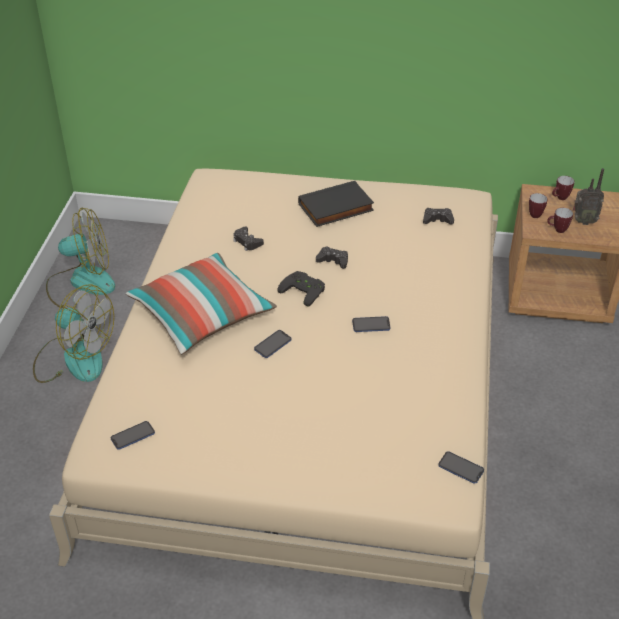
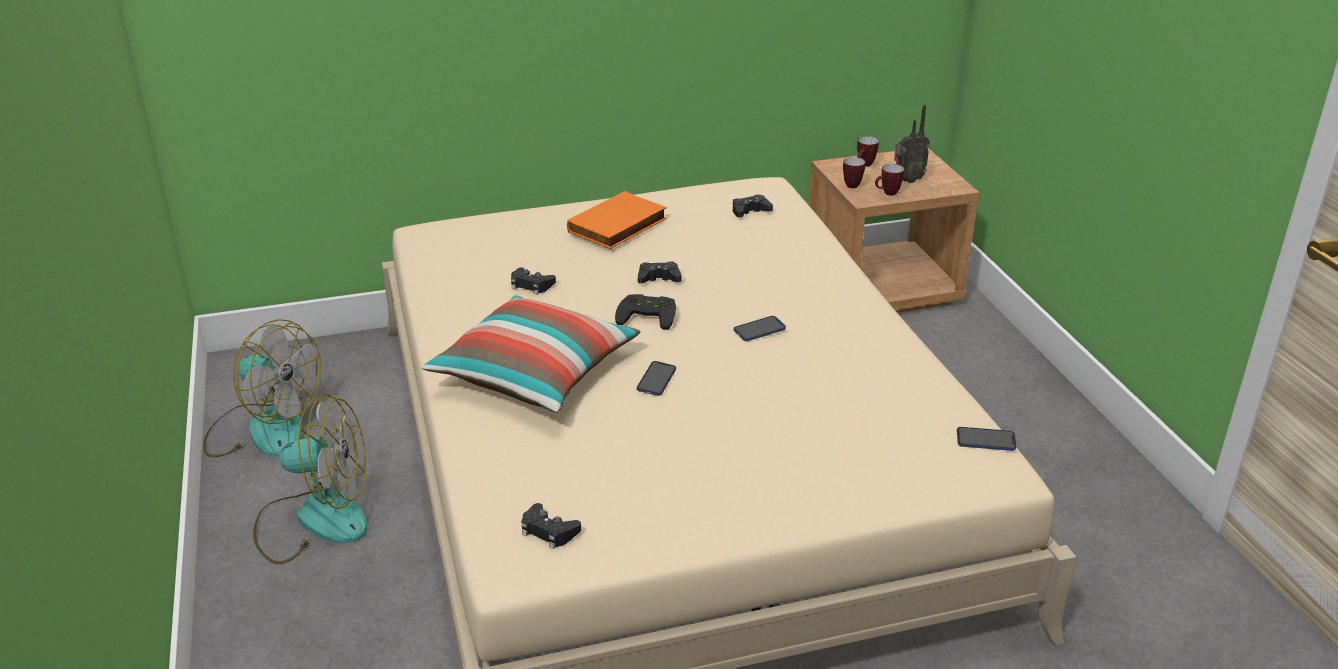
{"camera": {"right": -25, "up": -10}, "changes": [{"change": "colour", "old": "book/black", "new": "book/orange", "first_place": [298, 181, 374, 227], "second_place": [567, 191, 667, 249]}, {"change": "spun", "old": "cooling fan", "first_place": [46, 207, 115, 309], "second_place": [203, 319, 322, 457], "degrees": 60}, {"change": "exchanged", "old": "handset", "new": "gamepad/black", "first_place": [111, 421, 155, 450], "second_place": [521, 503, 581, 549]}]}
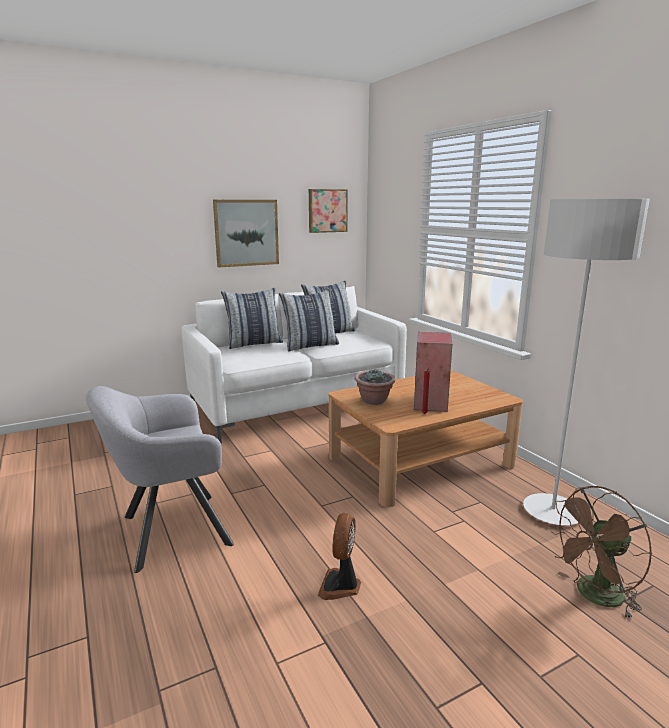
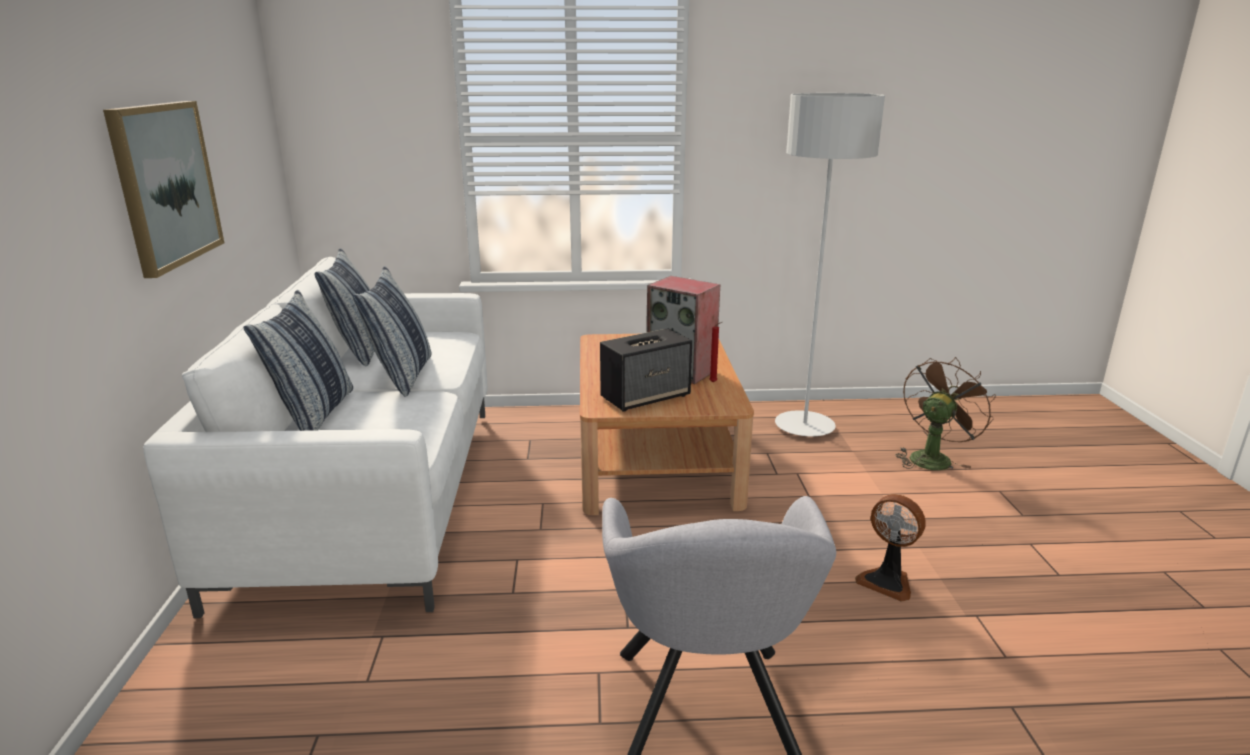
{"camera": {"right": -65, "up": 5}, "changes": [{"change": "missing", "old": "wall picture", "first_place": [309, 189, 348, 233]}, {"change": "exchanged", "old": "houseplant", "new": "speaker", "first_place": [355, 370, 396, 405], "second_place": [600, 328, 692, 412]}, {"change": "spun", "old": "cooling fan/brownish", "first_place": [548, 486, 652, 619], "second_place": [895, 357, 996, 470], "degrees": -135}]}
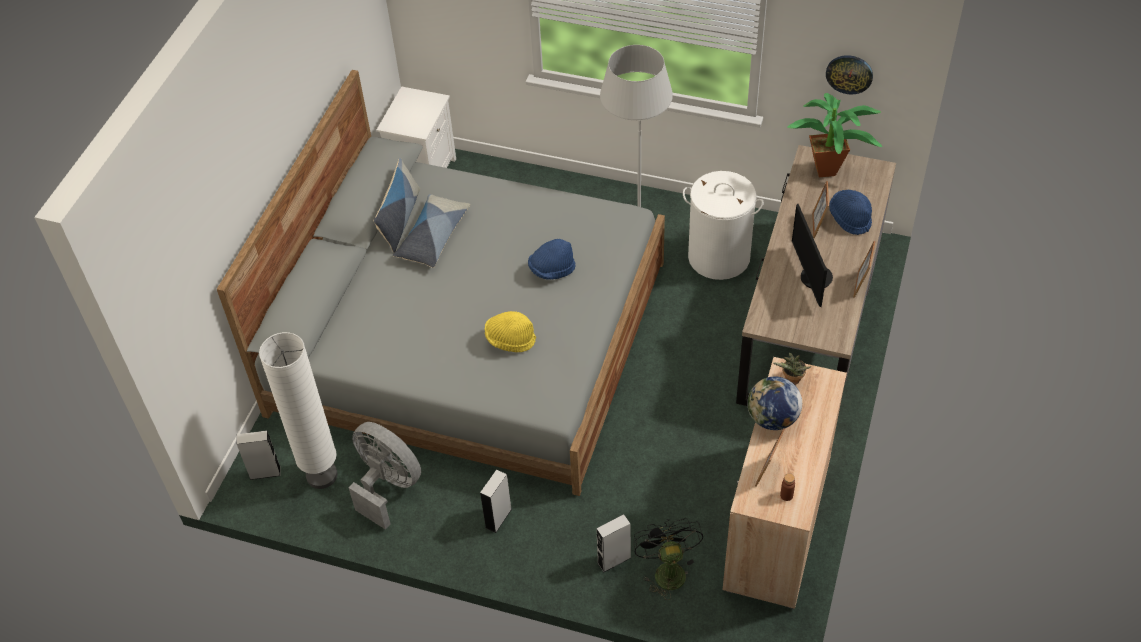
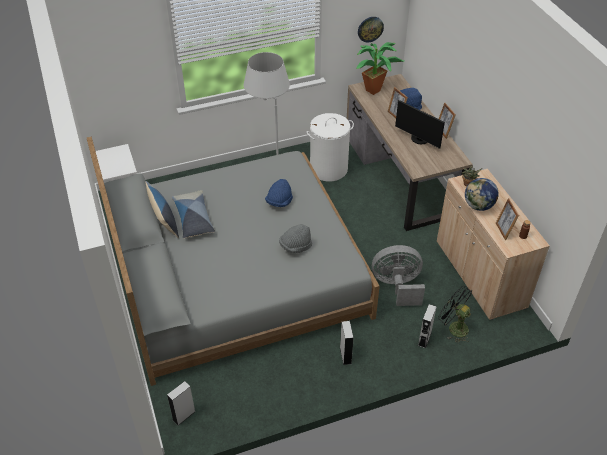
{"camera": {"right": -40, "up": -5}, "changes": [{"change": "colour", "old": "hat/yellowish", "new": "hat/gray", "first_place": [485, 311, 536, 352], "second_place": [279, 224, 312, 253]}, {"change": "missing", "old": "standing lamp/whitish", "first_place": [259, 332, 338, 489]}, {"change": "relocated", "old": "cooling fan/gray", "first_place": [349, 422, 421, 530], "second_place": [372, 245, 425, 306]}]}
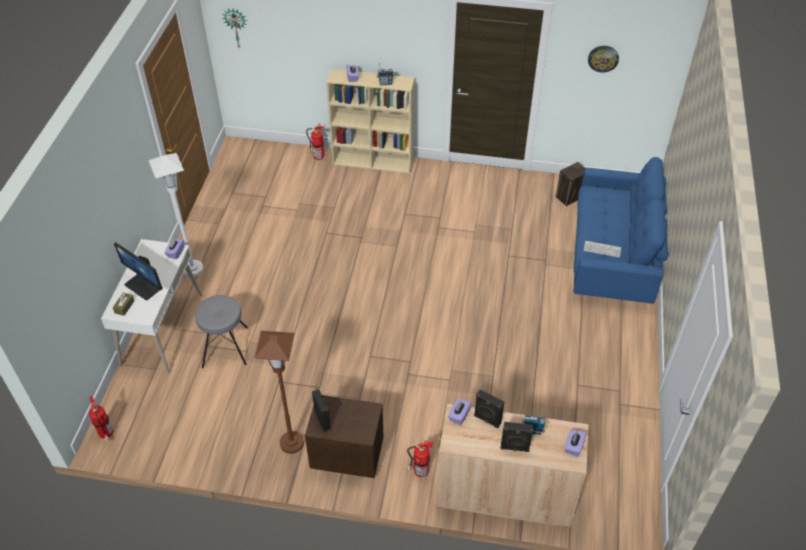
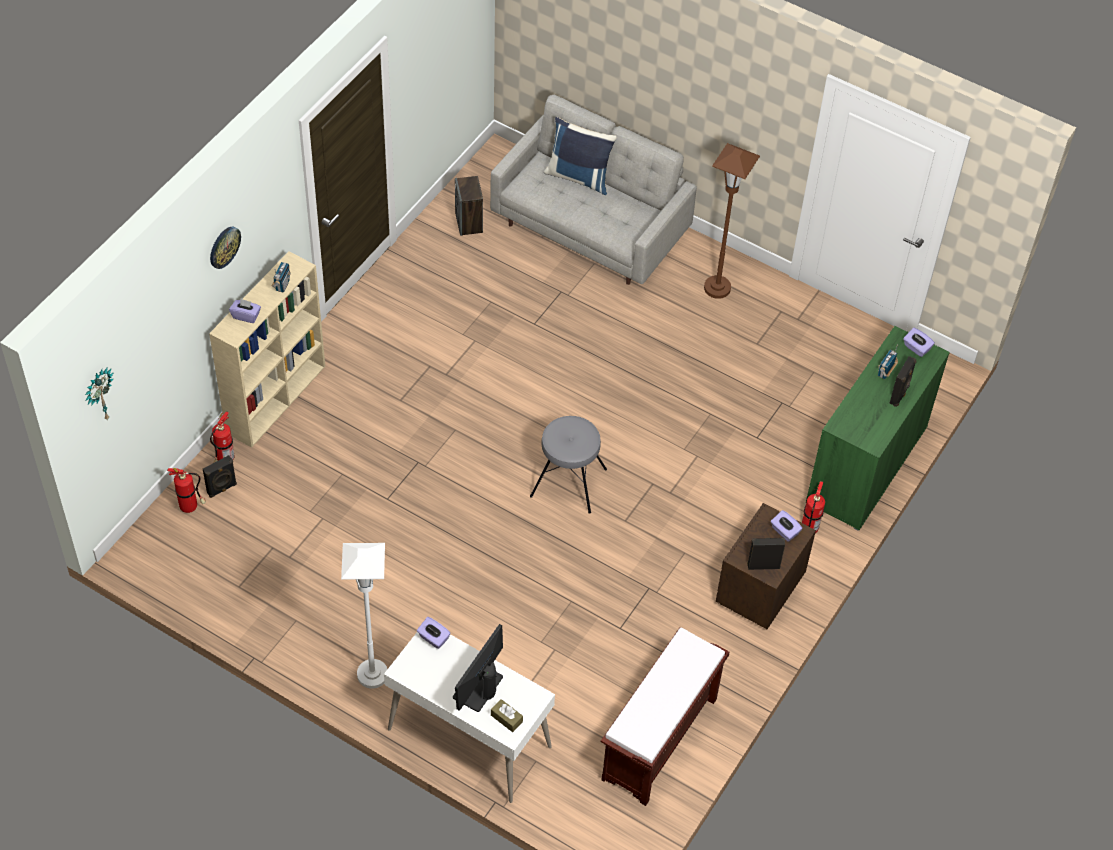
{"camera": {"right": -70, "up": 5}, "changes": [{"change": "relocated", "old": "hanging clock", "first_place": [588, 46, 619, 73], "second_place": [210, 226, 241, 269]}, {"change": "colour", "old": "settee/blue", "new": "settee/gray", "first_place": [573, 157, 668, 304], "second_place": [490, 95, 697, 285]}, {"change": "missing", "old": "PC keyboard", "first_place": [584, 241, 621, 257]}, {"change": "spun", "old": "computer display", "first_place": [114, 242, 163, 300], "second_place": [453, 624, 503, 712], "degrees": 150}, {"change": "relocated", "old": "stool/gray", "first_place": [195, 295, 248, 368], "second_place": [530, 416, 607, 514]}, {"change": "relocated", "old": "standing lamp/brownish", "first_place": [255, 331, 304, 454], "second_place": [704, 143, 760, 299]}, {"change": "relocated", "old": "speaker/black", "first_place": [474, 389, 504, 428], "second_place": [203, 455, 237, 498]}, {"change": "relocated", "old": "fire extinguisher", "first_place": [89, 396, 113, 441], "second_place": [167, 468, 206, 513]}, {"change": "relocated", "old": "tissue box/purplish", "first_place": [448, 399, 472, 425], "second_place": [771, 510, 802, 542]}, {"change": "colour", "old": "cupboard/beige", "new": "cupboard/green-coloured", "first_place": [436, 404, 588, 528], "second_place": [806, 326, 950, 531]}, {"change": "appeared", "new": "cushion/blue", "second_place": [544, 117, 617, 195]}, {"change": "appeared", "new": "long seat/brownish", "second_place": [601, 627, 729, 806]}]}
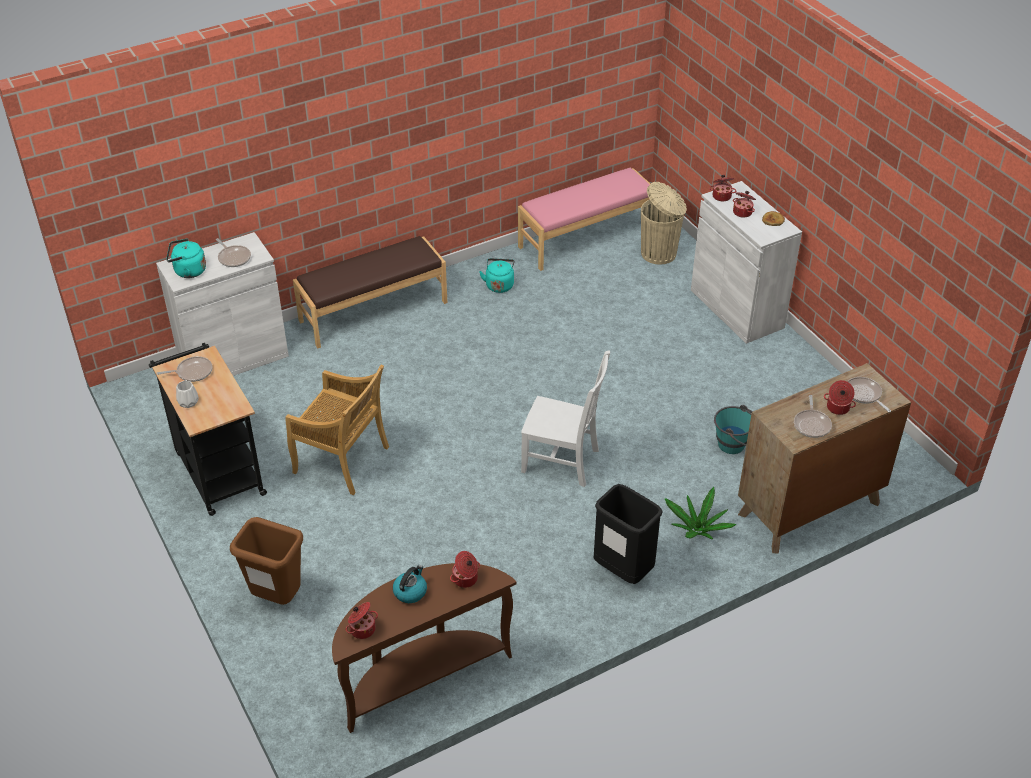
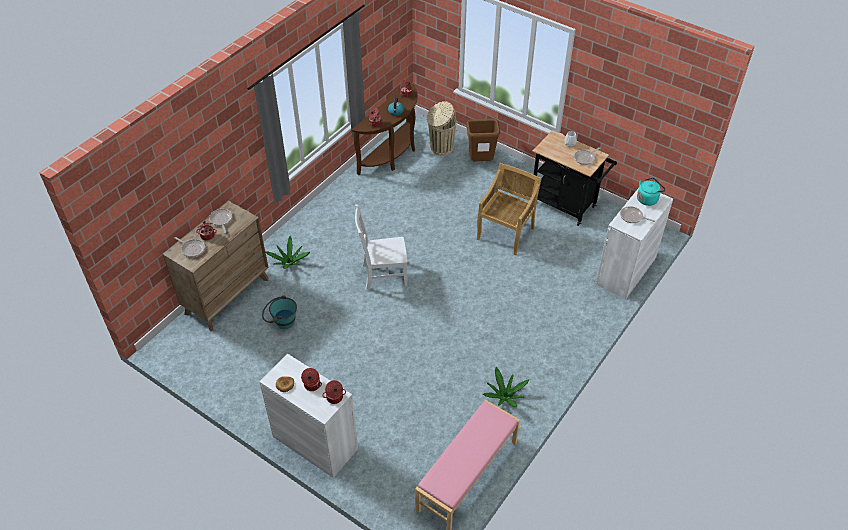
{"camera": {"right": 155, "up": 5}, "changes": [{"change": "relocated", "old": "rubbish bin/beige", "first_place": [641, 182, 687, 265], "second_place": [427, 101, 457, 156]}, {"change": "missing", "old": "long seat/brownish", "first_place": [293, 236, 447, 348]}, {"change": "exchanged", "old": "kettle/turquoise-coloured", "new": "houseplant", "first_place": [479, 258, 515, 293], "second_place": [483, 367, 530, 407]}, {"change": "spun", "old": "upright chair/beige", "first_place": [285, 365, 389, 495], "second_place": [477, 163, 542, 255], "degrees": 120}, {"change": "missing", "old": "rubbish bin/black", "first_place": [594, 484, 663, 584]}]}
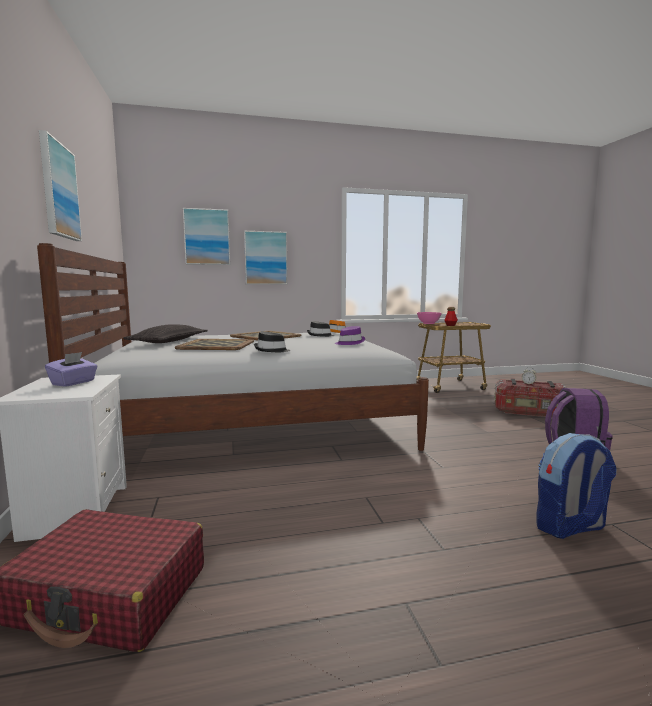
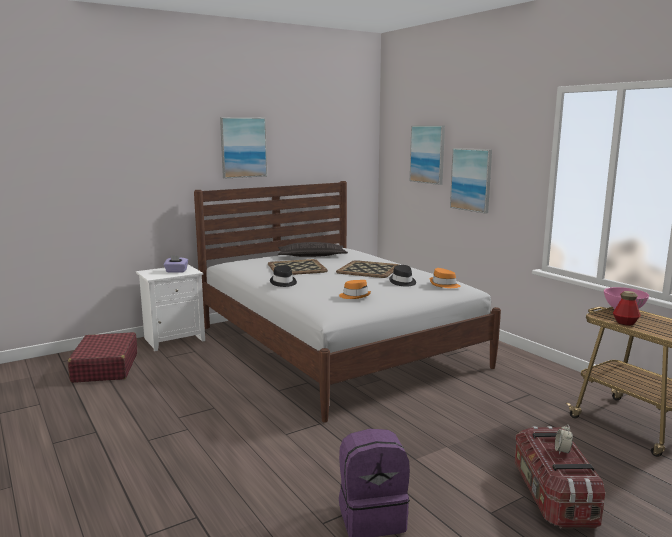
{"camera": {"right": 70, "up": 5}, "changes": [{"change": "colour", "old": "hat/purplish", "new": "hat/orange", "first_place": [335, 326, 365, 345], "second_place": [339, 280, 371, 299]}, {"change": "missing", "old": "knapsack", "first_place": [536, 433, 616, 539]}]}
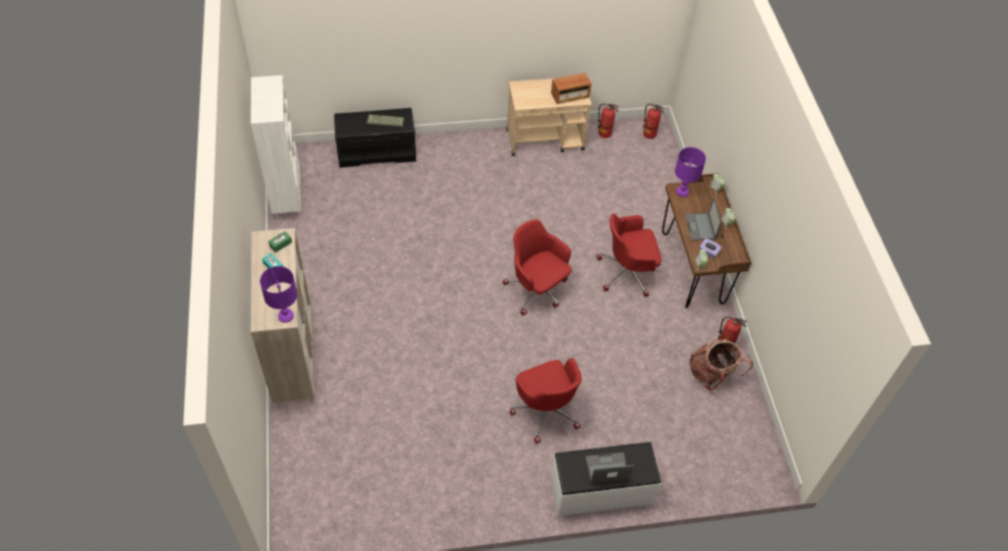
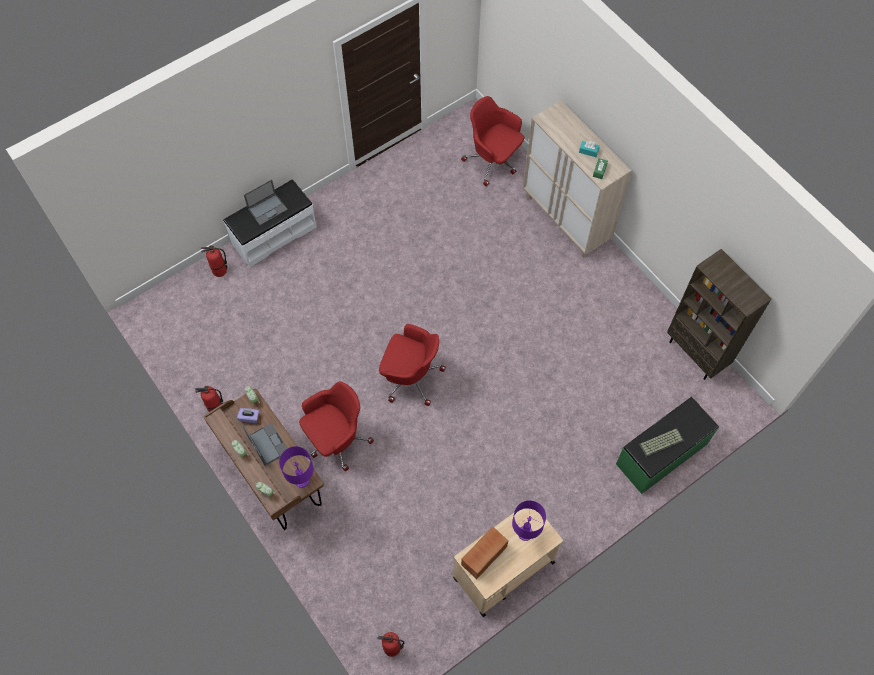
{"camera": {"right": 155, "up": 10}, "changes": [{"change": "colour", "old": "shelving unit/whitish", "new": "shelving unit/brownish", "first_place": [251, 75, 301, 219], "second_place": [667, 249, 771, 380]}, {"change": "relocated", "old": "fire extinguisher", "first_place": [598, 104, 619, 138], "second_place": [201, 245, 227, 277]}, {"change": "colour", "old": "long seat/black", "new": "long seat/green-coloured", "first_place": [334, 108, 416, 168], "second_place": [616, 397, 719, 494]}, {"change": "relocated", "old": "lamp for a table/purplish", "first_place": [260, 266, 297, 323], "second_place": [512, 500, 546, 541]}, {"change": "missing", "old": "knapsack", "first_place": [690, 339, 753, 391]}, {"change": "relocated", "old": "office chair/red", "first_place": [510, 358, 582, 444], "second_place": [461, 96, 524, 186]}]}
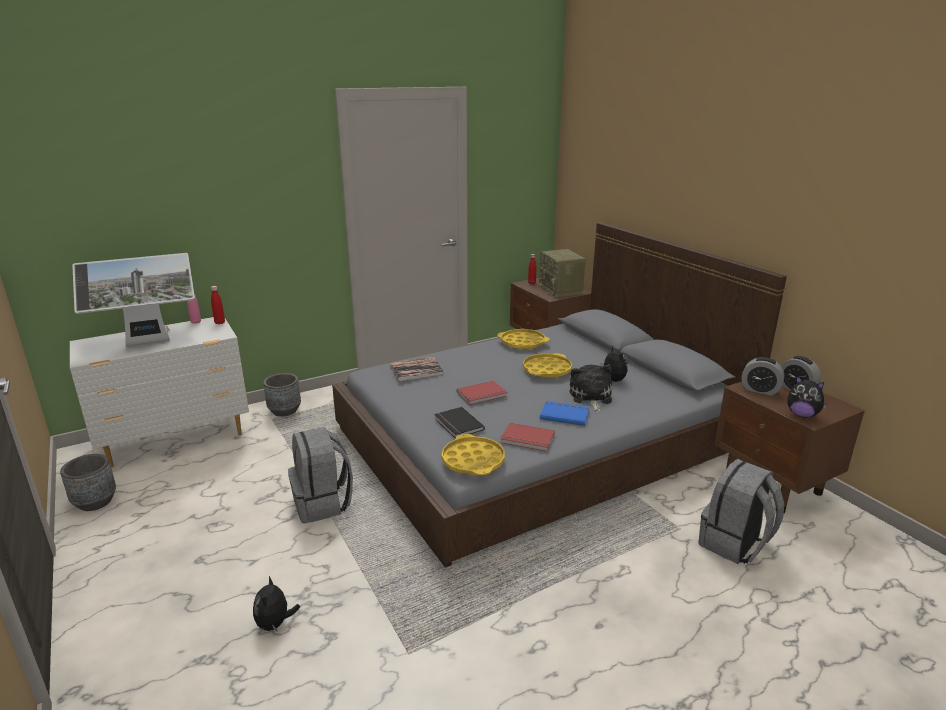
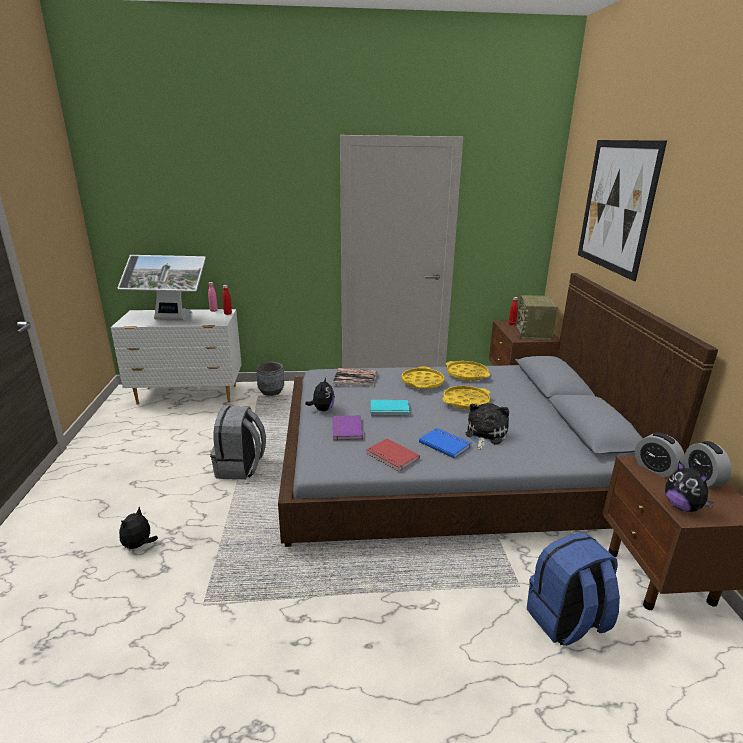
{"camera": {"right": 25, "up": 0}, "changes": [{"change": "relocated", "old": "soft toy", "first_place": [600, 346, 627, 382], "second_place": [305, 377, 335, 411]}, {"change": "colour", "old": "book/red", "new": "book/turquoise-coloured", "first_place": [457, 381, 508, 405], "second_place": [371, 400, 410, 416]}, {"change": "colour", "old": "book/black", "new": "book/purplish", "first_place": [434, 407, 485, 438], "second_place": [333, 415, 363, 441]}, {"change": "relocated", "old": "carrying tray/yellowish", "first_place": [442, 434, 505, 475], "second_place": [401, 366, 444, 389]}, {"change": "missing", "old": "plant pot/gray", "first_place": [60, 454, 116, 511]}, {"change": "colour", "old": "knapsack/gray", "new": "knapsack/blue", "first_place": [698, 459, 784, 564], "second_place": [527, 532, 620, 646]}, {"change": "appeared", "new": "wall picture", "second_place": [578, 140, 667, 281]}]}
